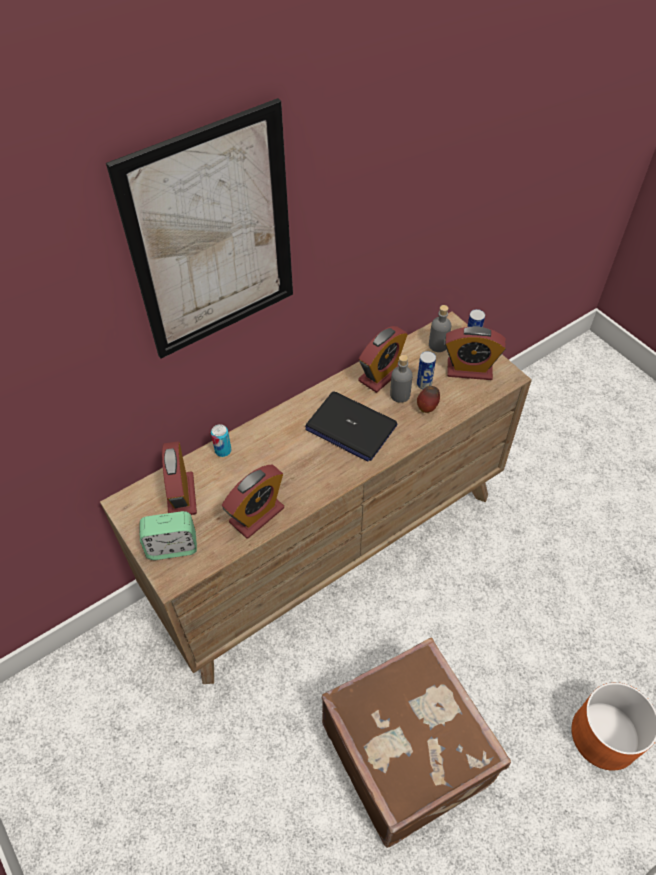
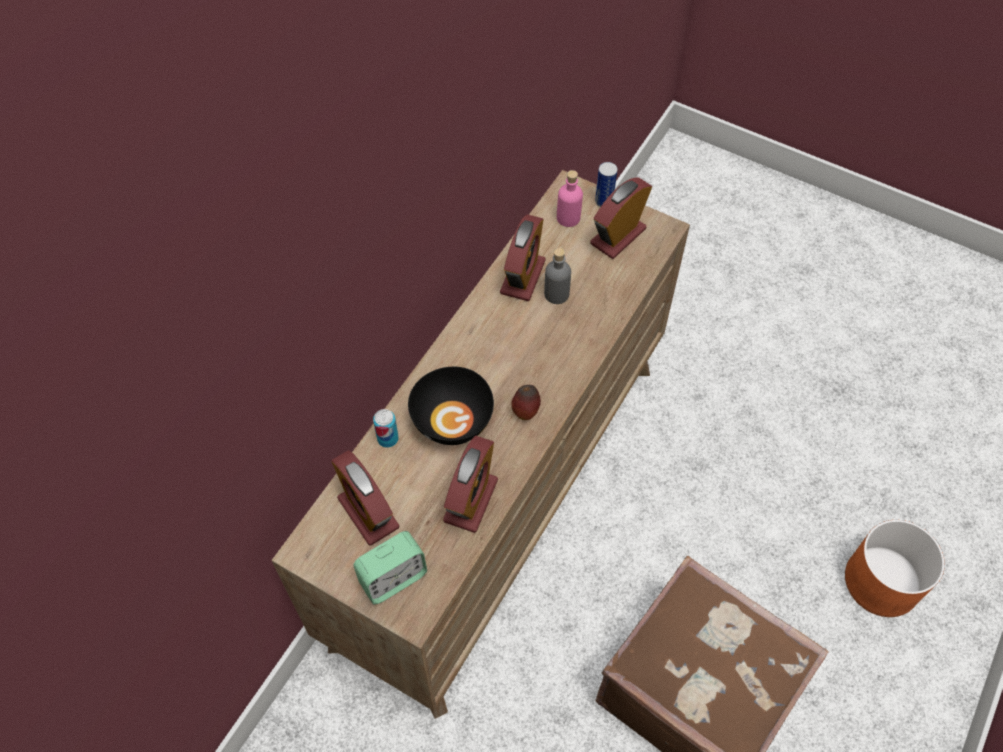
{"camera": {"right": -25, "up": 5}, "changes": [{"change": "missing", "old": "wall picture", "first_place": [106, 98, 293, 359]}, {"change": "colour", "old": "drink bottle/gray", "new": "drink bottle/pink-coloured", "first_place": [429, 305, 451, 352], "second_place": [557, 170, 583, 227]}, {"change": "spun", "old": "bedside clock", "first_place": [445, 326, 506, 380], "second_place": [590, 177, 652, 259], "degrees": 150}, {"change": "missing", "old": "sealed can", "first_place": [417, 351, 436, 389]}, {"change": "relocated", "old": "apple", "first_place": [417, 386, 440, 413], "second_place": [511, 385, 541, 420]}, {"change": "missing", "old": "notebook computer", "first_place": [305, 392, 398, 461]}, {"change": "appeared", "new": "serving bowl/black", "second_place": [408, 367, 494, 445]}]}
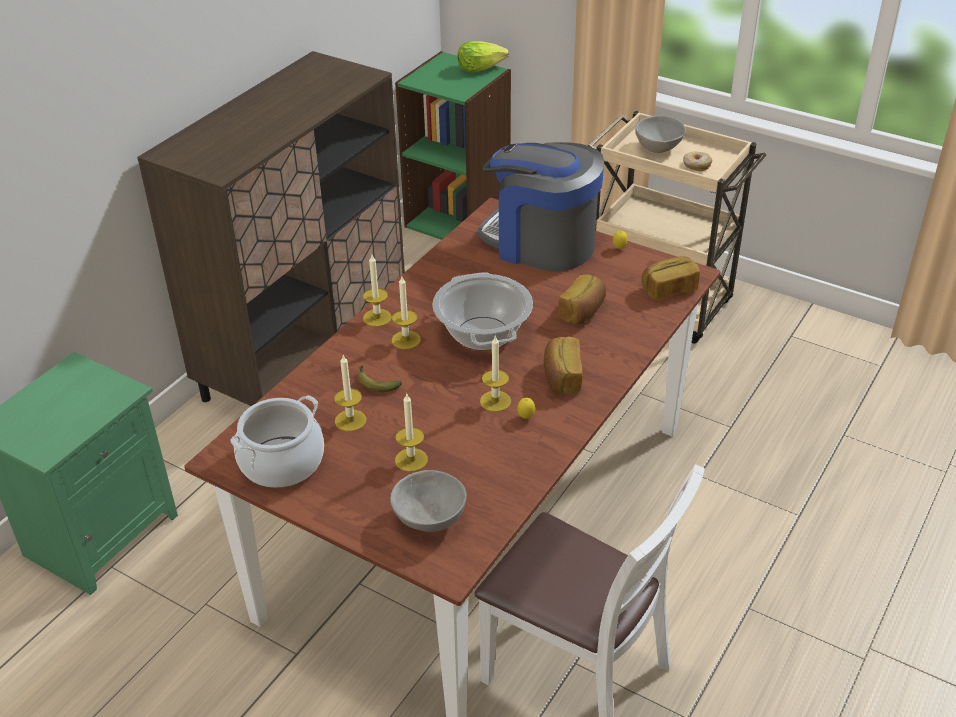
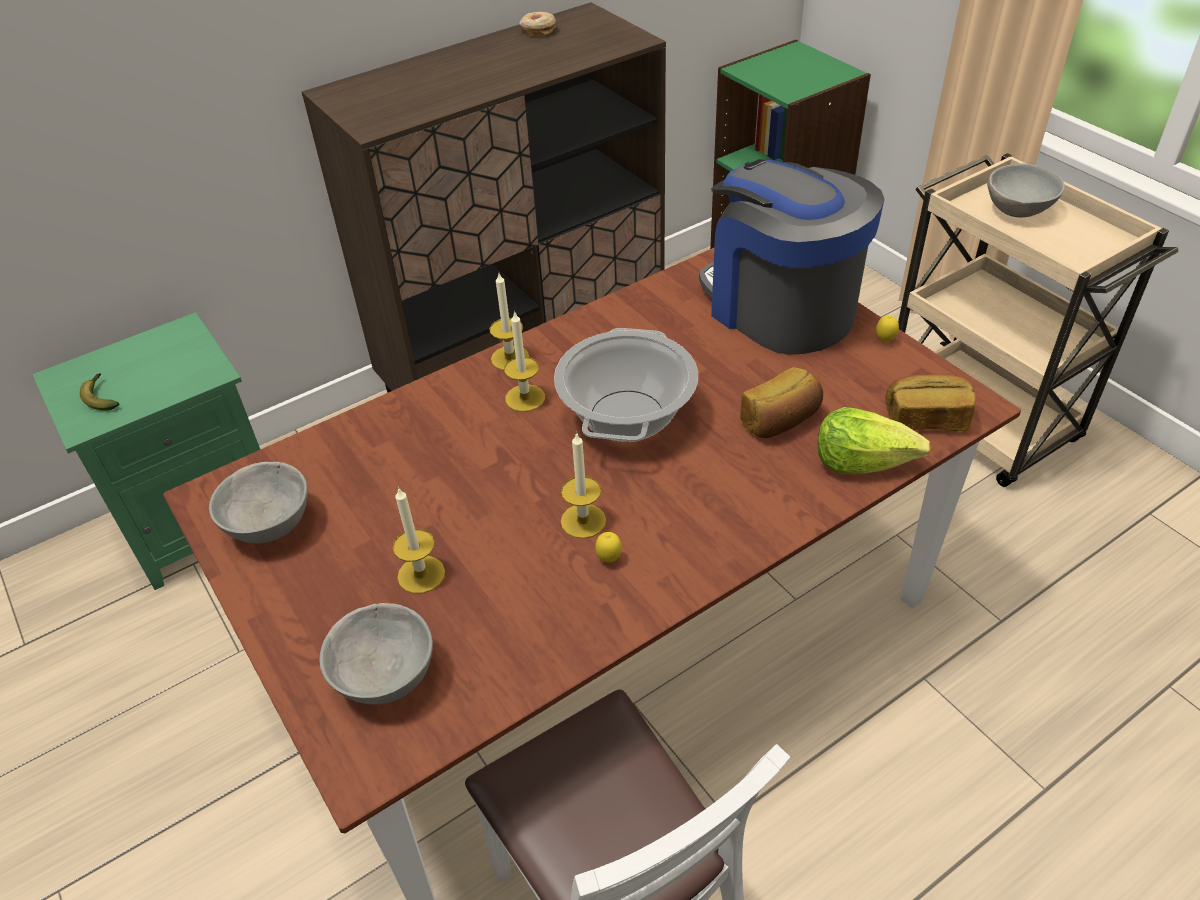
{"camera": {"right": 25, "up": 5}, "changes": [{"change": "relocated", "old": "head of lettuce", "first_place": [458, 41, 509, 73], "second_place": [818, 407, 931, 474]}, {"change": "relocated", "old": "doughnut", "first_place": [683, 152, 713, 172], "second_place": [519, 12, 556, 37]}, {"change": "missing", "old": "baked bread", "first_place": [544, 336, 583, 394]}, {"change": "missing", "old": "wax candle", "first_place": [334, 355, 367, 431]}, {"change": "relocated", "old": "banana", "first_place": [357, 366, 402, 392], "second_place": [80, 373, 119, 411]}, {"change": "exchanged", "old": "stockpot", "new": "serving bowl/gray", "first_place": [230, 395, 324, 488], "second_place": [209, 462, 308, 543]}]}
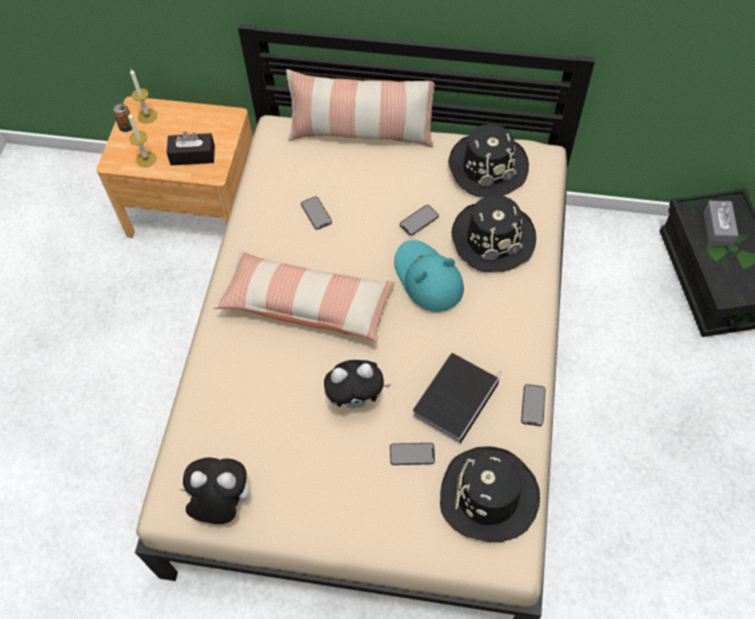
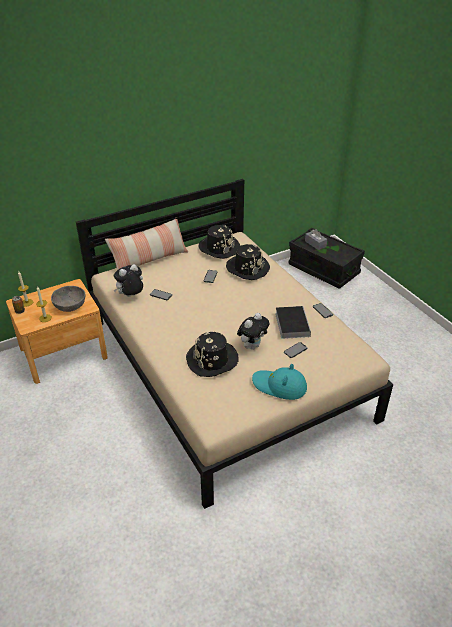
{"camera": {"right": -40, "up": -20}, "changes": [{"change": "exchanged", "old": "tissue box/black", "new": "serving bowl/gray", "first_place": [167, 132, 215, 165], "second_place": [51, 286, 85, 312]}, {"change": "relocated", "old": "hat/turquoise-coloured", "first_place": [394, 240, 464, 312], "second_place": [252, 364, 307, 400]}, {"change": "missing", "old": "cushion", "first_place": [213, 251, 395, 342]}, {"change": "relocated", "old": "hat/black", "first_place": [440, 446, 540, 543], "second_place": [186, 332, 239, 377]}, {"change": "relocated", "old": "soft toy", "first_place": [180, 457, 249, 524], "second_place": [113, 264, 143, 297]}]}
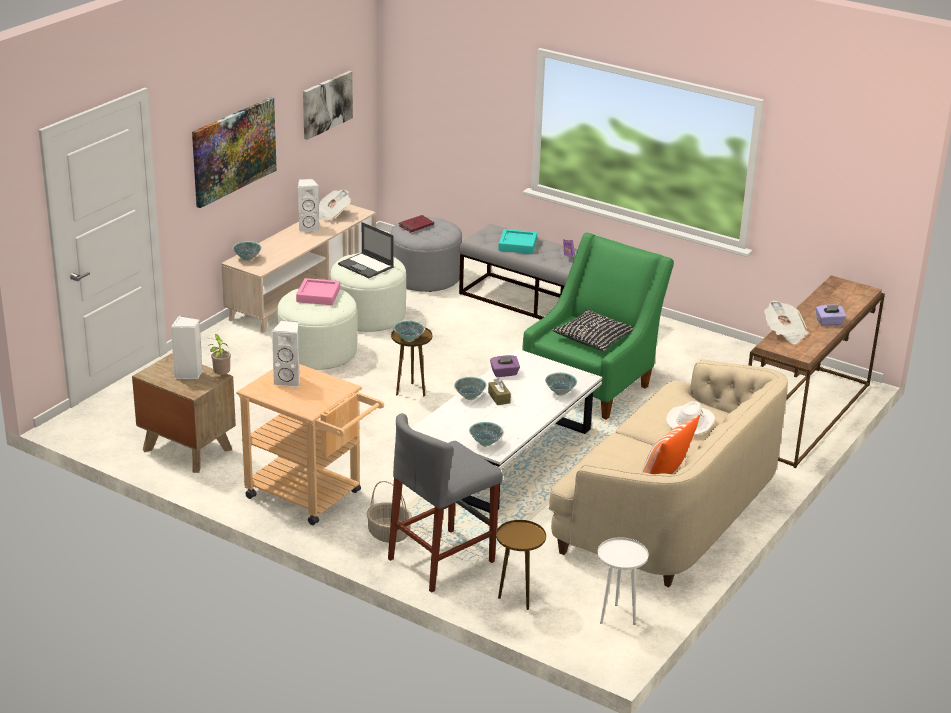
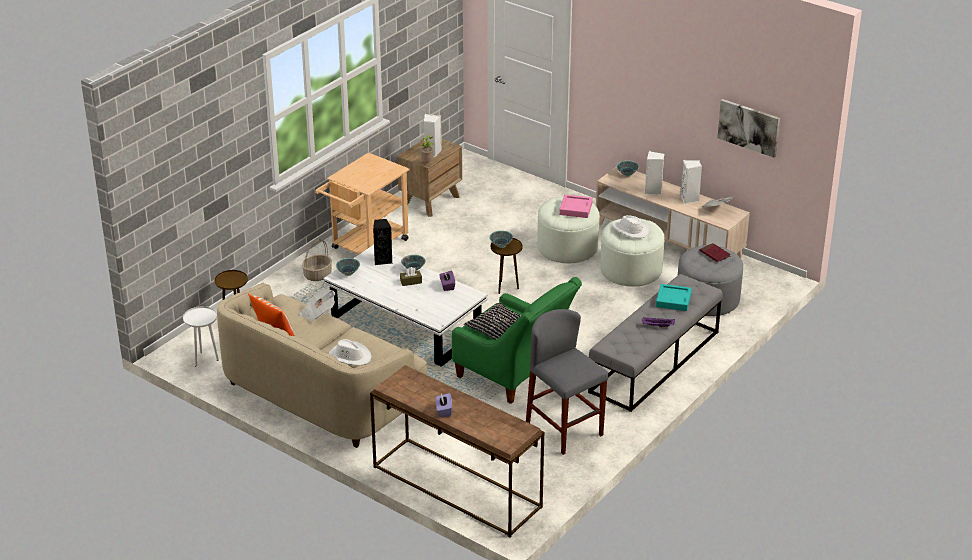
{"camera": {"right": 95, "up": 5}, "changes": [{"change": "missing", "old": "wall picture", "first_place": [192, 97, 277, 208]}, {"change": "exchanged", "old": "notebook computer", "new": "hat/whitish", "first_place": [338, 222, 394, 278], "second_place": [612, 215, 650, 238]}, {"change": "relocated", "old": "newspaper", "first_place": [764, 300, 809, 345], "second_place": [299, 289, 336, 322]}, {"change": "relocated", "old": "speaker/whitish", "first_place": [271, 320, 300, 387], "second_place": [645, 151, 664, 195]}, {"change": "missing", "old": "serving bowl", "first_place": [545, 372, 577, 396]}, {"change": "relocated", "old": "stool/gray", "first_place": [388, 413, 503, 593], "second_place": [526, 309, 608, 455]}, {"change": "appeared", "new": "speaker/black", "second_place": [373, 219, 392, 265]}]}
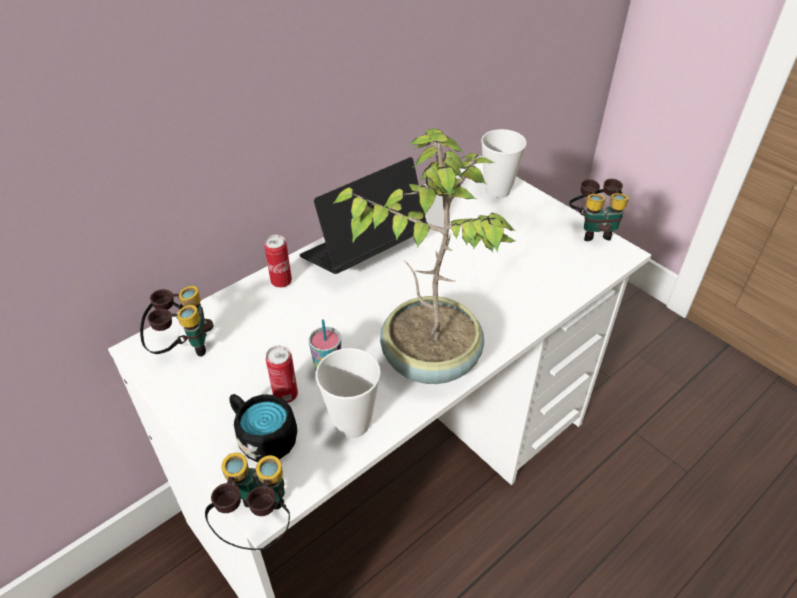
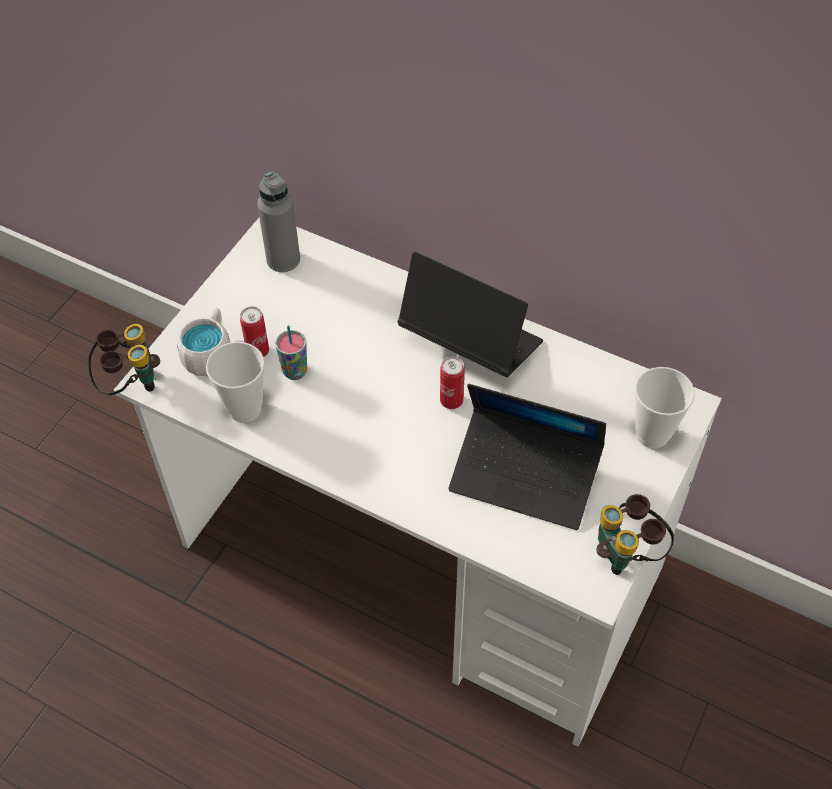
{"camera": {"right": 70, "up": 10}, "changes": [{"change": "missing", "old": "houseplant", "first_place": [332, 128, 516, 384]}, {"change": "relocated", "old": "sealed can", "first_place": [264, 235, 292, 288], "second_place": [440, 356, 465, 409]}, {"change": "exchanged", "old": "pair of binoculars", "new": "drink bottle/gray", "first_place": [140, 286, 214, 356], "second_place": [257, 171, 300, 272]}, {"change": "colour", "old": "mug/black", "new": "mug/whitish", "first_place": [229, 394, 297, 462], "second_place": [177, 308, 230, 376]}, {"change": "appeared", "new": "notebook computer", "second_place": [448, 384, 606, 530]}]}
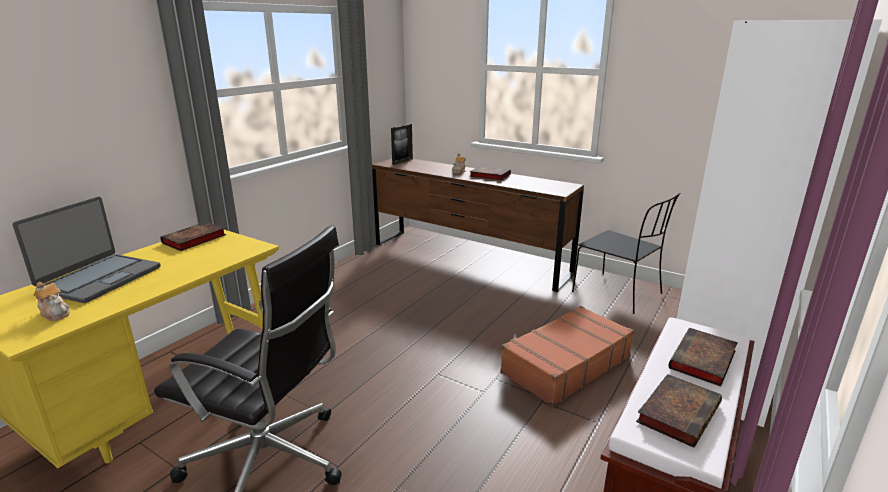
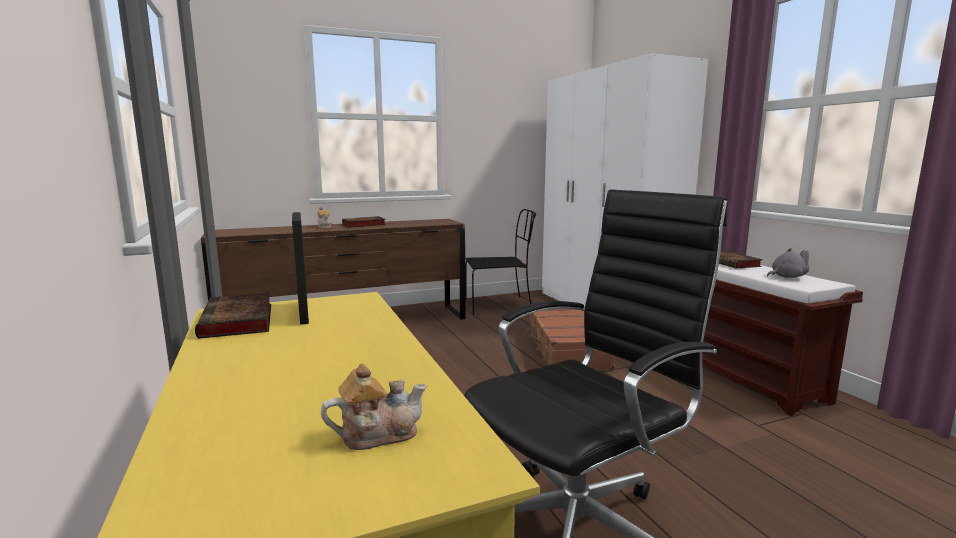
{"camera": {"right": -55, "up": -10}, "changes": [{"change": "relocated", "old": "standing frame", "first_place": [391, 124, 413, 165], "second_place": [292, 212, 309, 325]}, {"change": "missing", "old": "notebook computer", "first_place": [12, 197, 161, 303]}, {"change": "exchanged", "old": "book", "new": "soft toy/gray", "first_place": [636, 374, 722, 448], "second_place": [767, 248, 809, 278]}]}
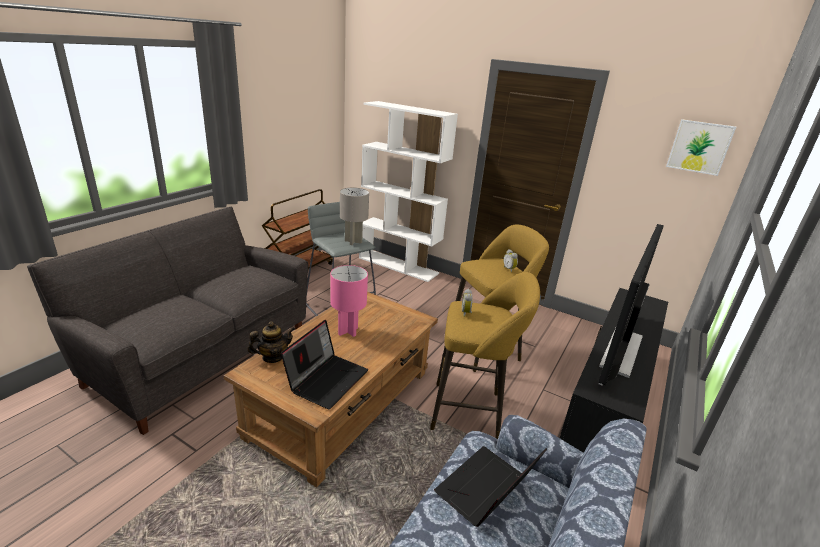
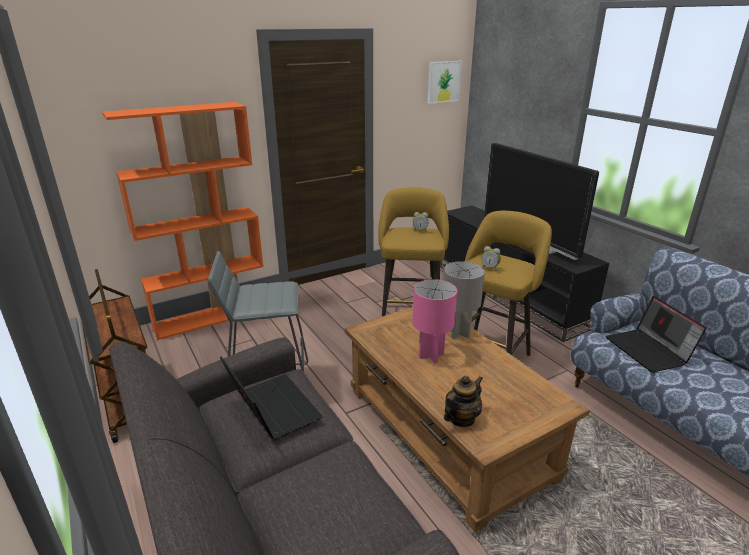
{"camera": {"right": -60, "up": 0}, "changes": [{"change": "colour", "old": "shelving unit/whitish", "new": "shelving unit/orange", "first_place": [359, 101, 458, 282], "second_place": [102, 102, 264, 340]}, {"change": "relocated", "old": "lamp for a table/gray", "first_place": [340, 188, 369, 245], "second_place": [443, 261, 485, 339]}, {"change": "relocated", "old": "notebook computer", "first_place": [281, 320, 368, 409], "second_place": [220, 357, 323, 440]}, {"change": "spun", "old": "pot for tea", "first_place": [247, 321, 295, 363], "second_place": [444, 376, 483, 427], "degrees": 45}]}
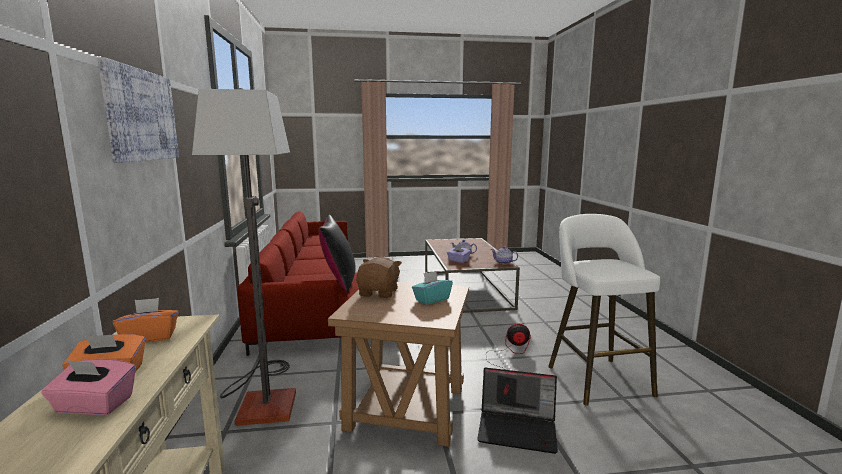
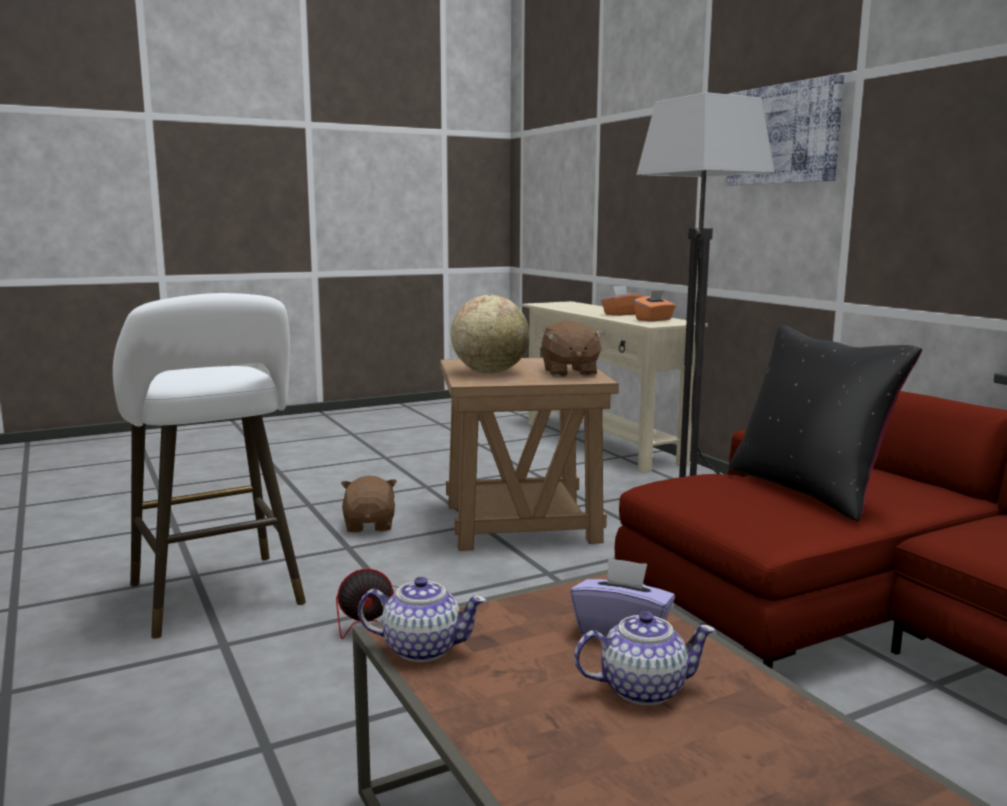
{"camera": {"right": 160, "up": 0}, "changes": [{"change": "exchanged", "old": "tissue box/turquoise-coloured", "new": "globe", "first_place": [412, 271, 453, 305], "second_place": [451, 295, 529, 374]}, {"change": "missing", "old": "tissue box/pink-coloured", "first_place": [41, 359, 136, 415]}, {"change": "exchanged", "old": "notebook computer", "new": "soft toy/brownish", "first_place": [477, 368, 558, 454], "second_place": [341, 476, 397, 532]}]}
